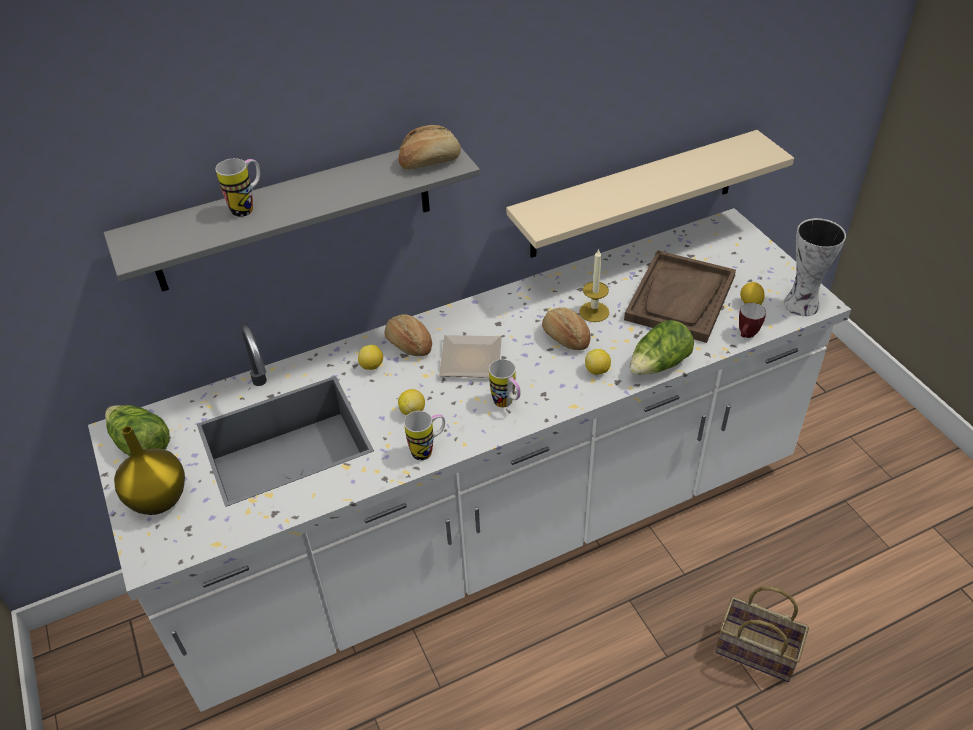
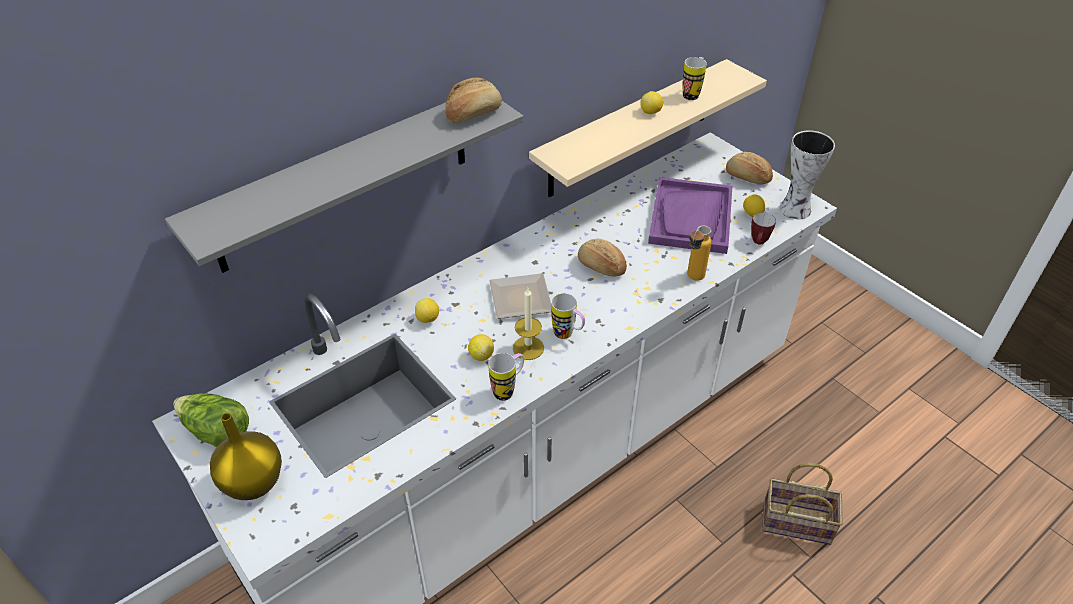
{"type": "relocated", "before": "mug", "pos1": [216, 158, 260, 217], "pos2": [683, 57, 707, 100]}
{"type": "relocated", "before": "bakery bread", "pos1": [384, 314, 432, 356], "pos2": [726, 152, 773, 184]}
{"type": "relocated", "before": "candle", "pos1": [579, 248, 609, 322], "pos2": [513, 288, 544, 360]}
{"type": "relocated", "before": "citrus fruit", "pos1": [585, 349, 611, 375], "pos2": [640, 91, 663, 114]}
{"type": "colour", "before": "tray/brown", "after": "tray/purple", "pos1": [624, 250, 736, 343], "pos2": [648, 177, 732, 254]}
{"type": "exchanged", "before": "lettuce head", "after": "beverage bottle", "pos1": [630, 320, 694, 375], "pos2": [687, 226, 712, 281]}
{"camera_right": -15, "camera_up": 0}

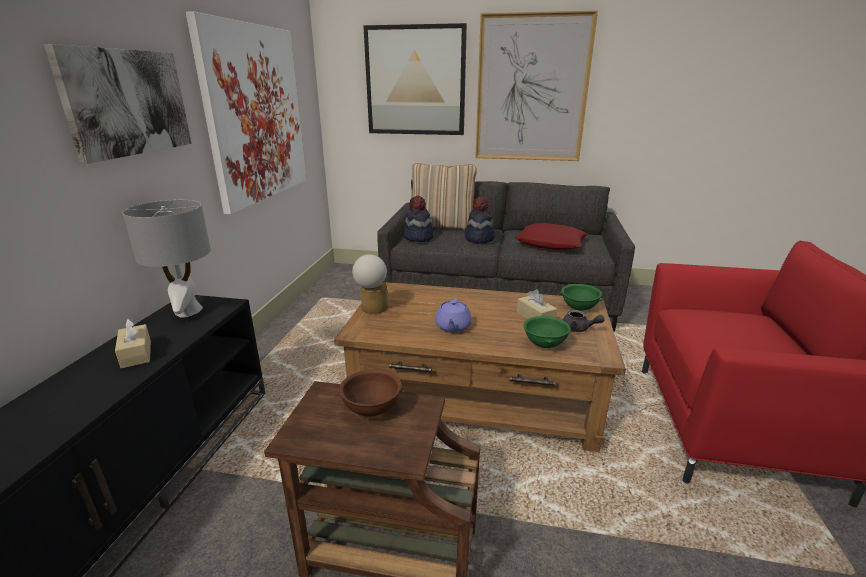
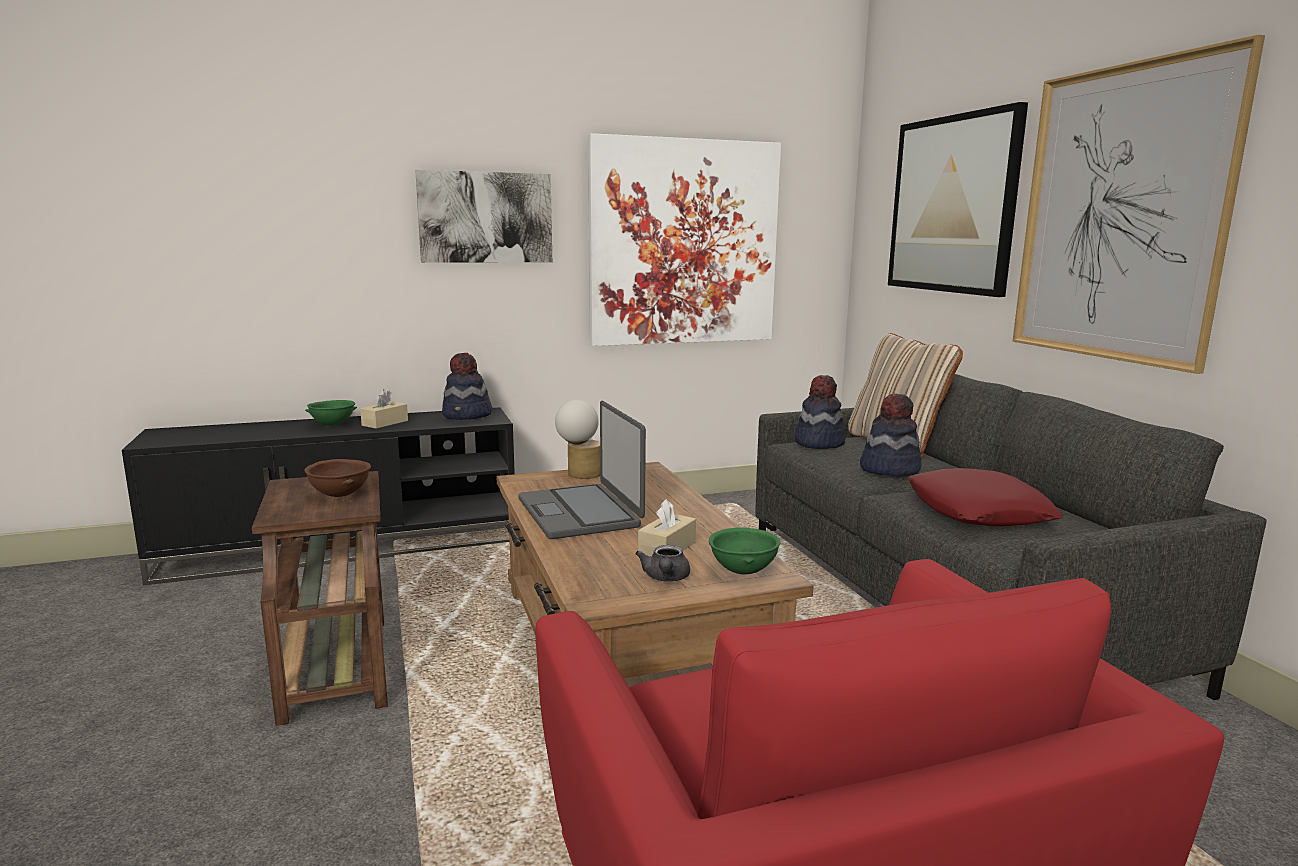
{"type": "exchanged", "before": "table lamp/grey", "after": "wearable hat", "pos1": [122, 199, 211, 318], "pos2": [442, 353, 492, 420]}
{"type": "exchanged", "before": "tea pot/purple", "after": "laptop", "pos1": [435, 298, 472, 333], "pos2": [518, 401, 646, 539]}
{"type": "relocated", "before": "serving bowl/green", "pos1": [524, 316, 571, 348], "pos2": [305, 400, 357, 426]}
{"camera_right": 60, "camera_up": -10}

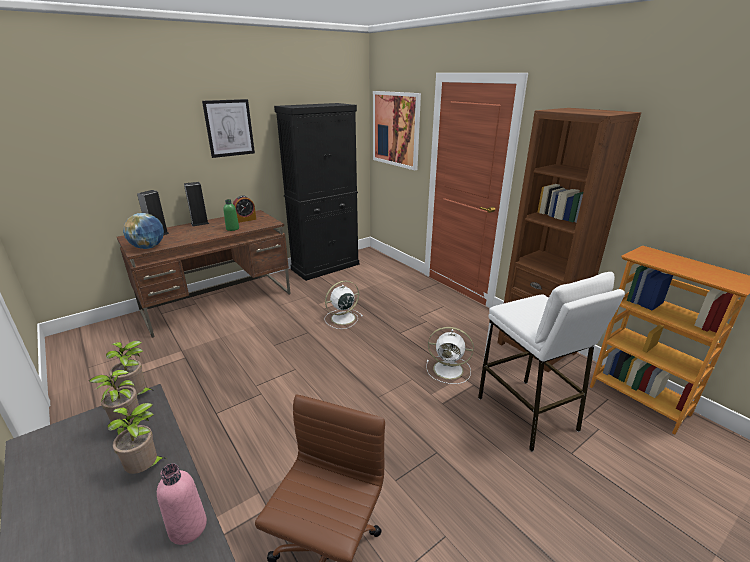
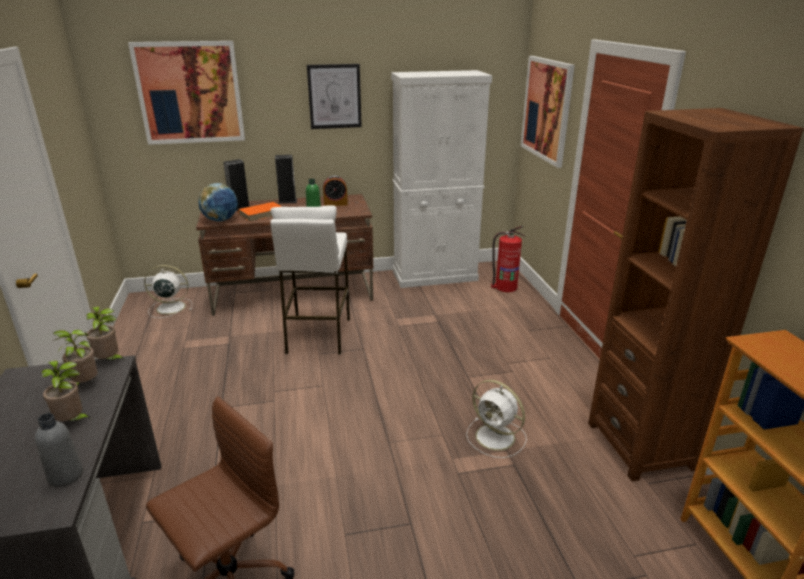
{"type": "colour", "before": "beverage bottle/pinkish", "after": "beverage bottle/grey", "pos1": [157, 463, 207, 545], "pos2": [35, 413, 83, 487]}
{"type": "colour", "before": "cupboard/black", "after": "cupboard/whitish", "pos1": [274, 103, 359, 281], "pos2": [391, 70, 492, 288]}
{"type": "relocated", "before": "fan/whitish", "pos1": [325, 281, 363, 329], "pos2": [144, 265, 192, 318]}
{"type": "relocated", "before": "stool/whitish", "pos1": [478, 272, 625, 452], "pos2": [270, 205, 350, 355]}
{"type": "appeared", "after": "picture", "pos2": [128, 41, 245, 145]}
{"type": "appeared", "after": "bound book/orangey", "pos2": [238, 202, 282, 221]}
{"type": "appeared", "after": "fire-fighting cylinder", "pos2": [491, 226, 525, 292]}
{"camera_right": 25, "camera_up": 0}

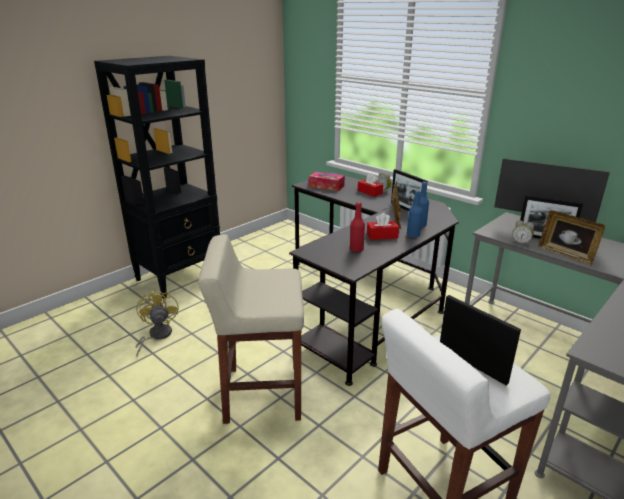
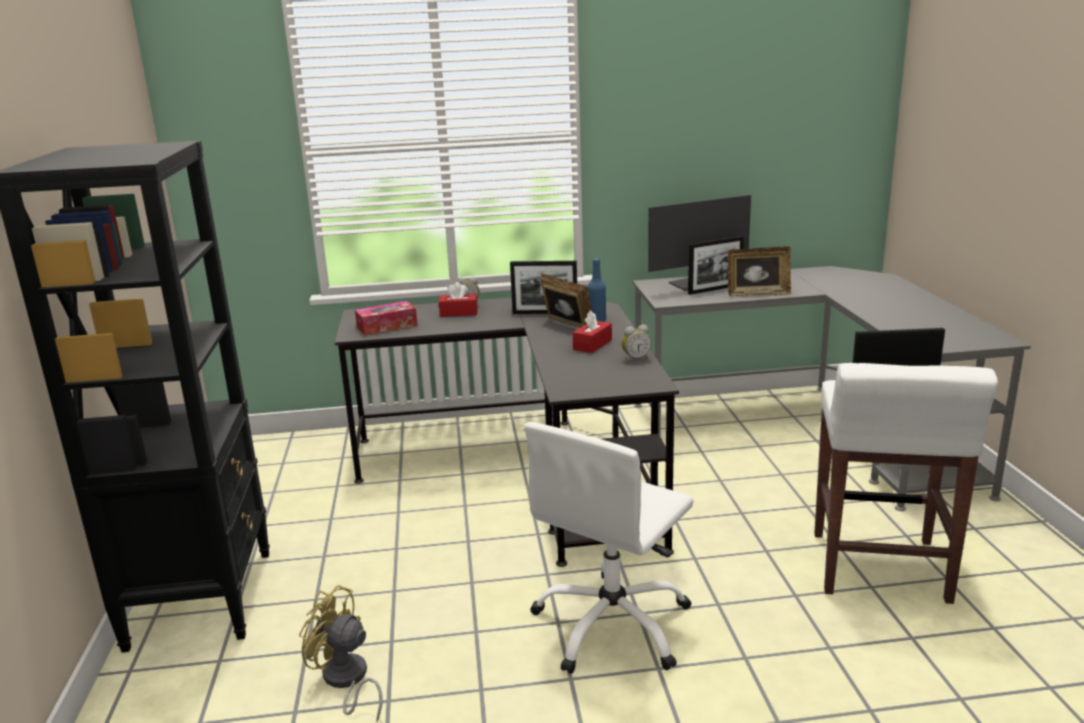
{"type": "exchanged", "before": "stool/sand-coloured", "after": "desk chair/whitish", "pos1": [198, 234, 304, 424], "pos2": [525, 422, 694, 674]}
{"type": "missing", "before": "beverage bottle/reddish", "pos1": [350, 202, 365, 252]}
{"type": "missing", "before": "beverage bottle/blue", "pos1": [407, 190, 422, 238]}
{"type": "relocated", "before": "table clock", "pos1": [512, 220, 534, 246], "pos2": [622, 325, 651, 362]}
{"camera_right": -50, "camera_up": -5}

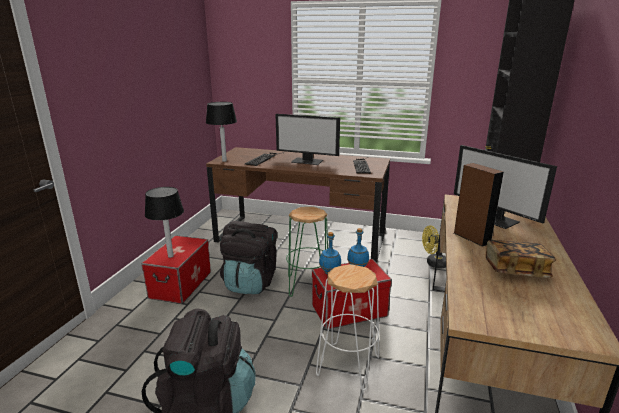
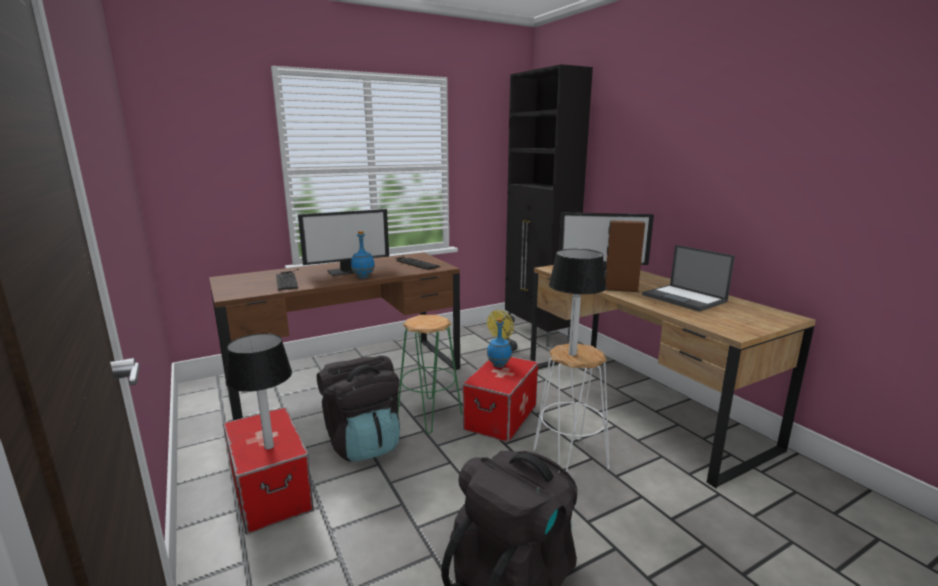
{"type": "relocated", "before": "table lamp", "pos1": [206, 102, 237, 162], "pos2": [549, 249, 606, 356]}
{"type": "relocated", "before": "beverage bottle/blue", "pos1": [319, 232, 341, 274], "pos2": [351, 231, 375, 278]}
{"type": "exchanged", "before": "bound book", "after": "laptop", "pos1": [486, 240, 556, 278], "pos2": [642, 245, 735, 312]}
{"camera_right": -45, "camera_up": -5}

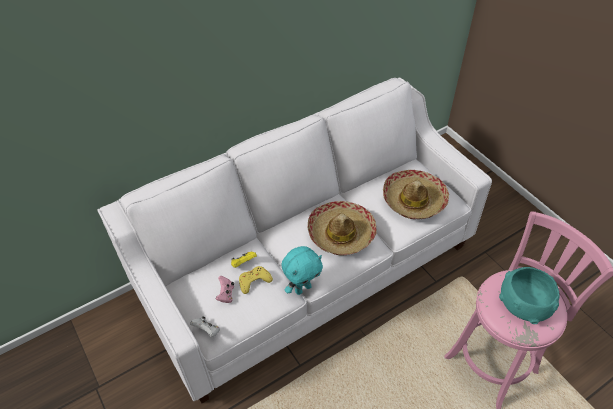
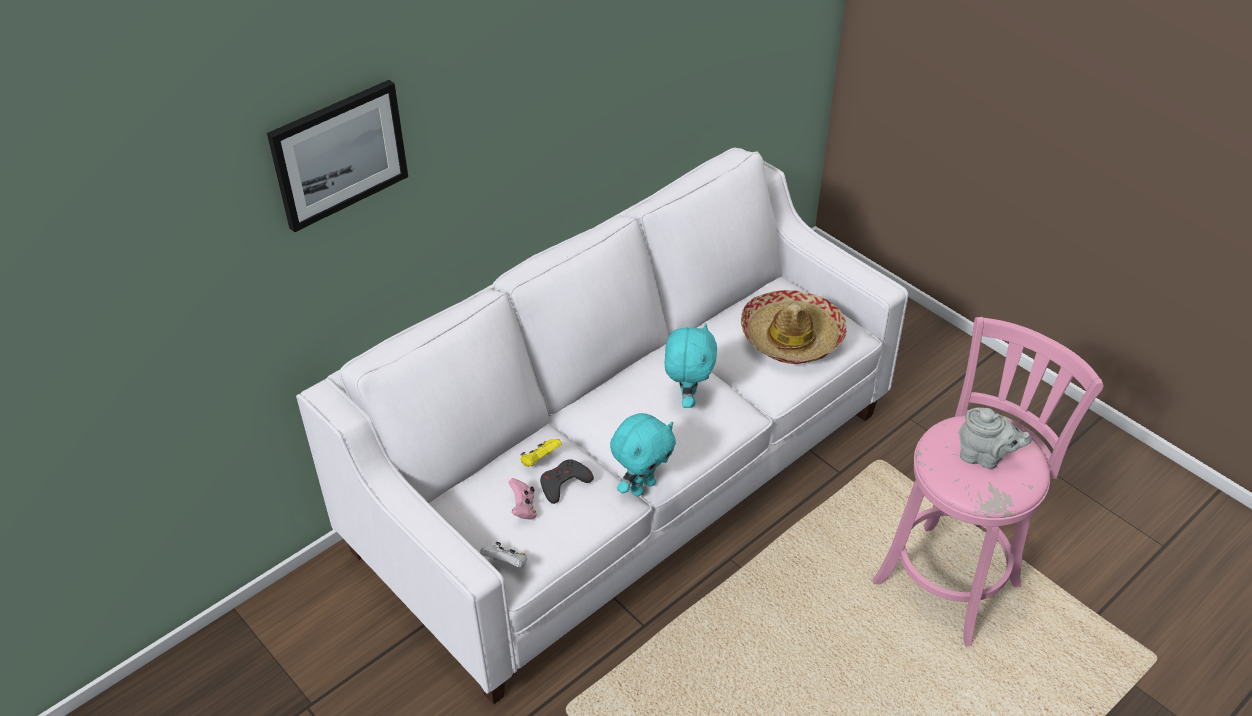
{"type": "colour", "before": "joypad/yellow-coloured", "after": "joypad/grey", "pos1": [239, 266, 273, 294], "pos2": [540, 459, 594, 504]}
{"type": "exchanged", "before": "wearable hat", "after": "cuddly toy/blue-green", "pos1": [308, 201, 377, 256], "pos2": [664, 323, 717, 408]}
{"type": "exchanged", "before": "serving bowl/blue-green", "after": "tea pot/grey", "pos1": [499, 267, 560, 324], "pos2": [959, 407, 1032, 469]}
{"type": "appeared", "after": "picture", "pos2": [267, 80, 408, 233]}
{"camera_right": -10, "camera_up": -5}

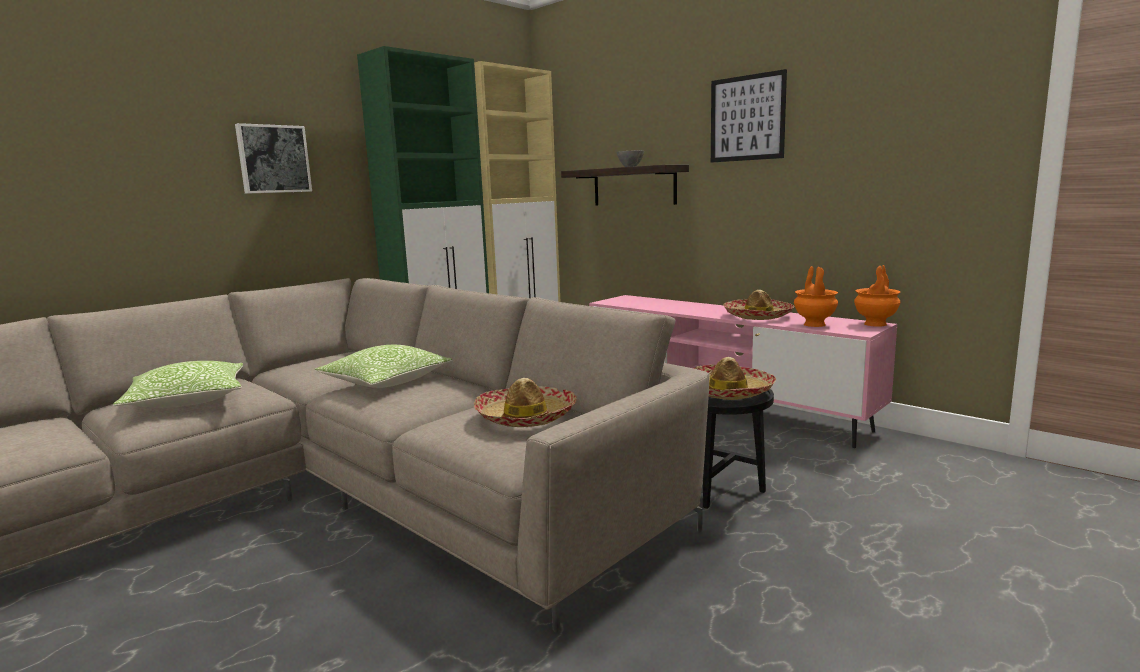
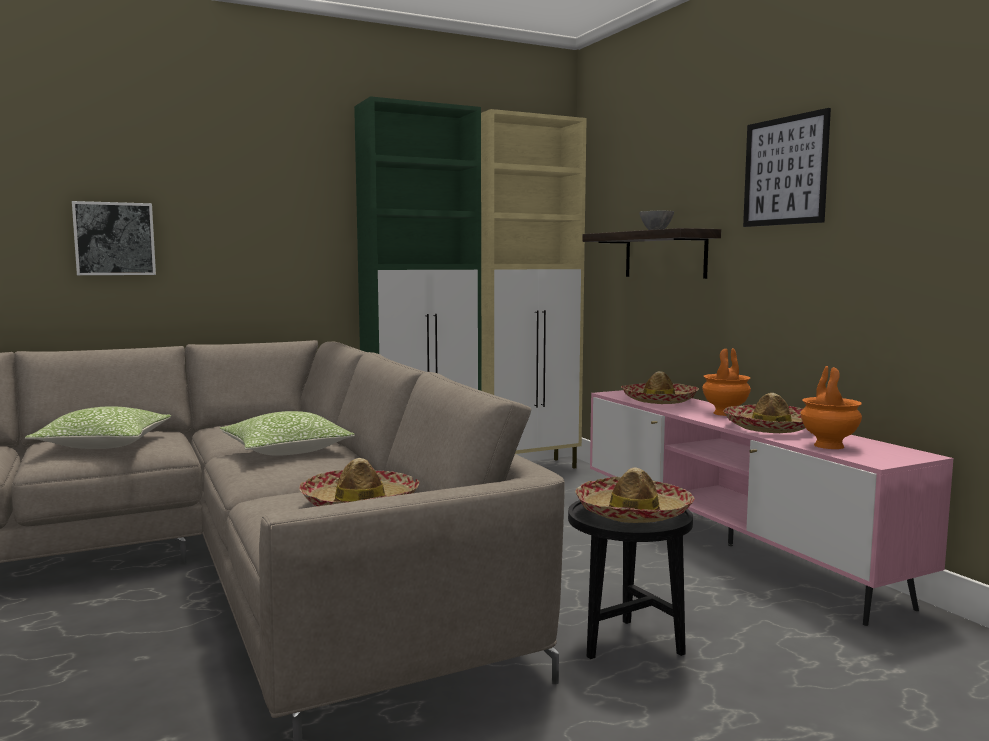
{"type": "relocated", "before": "picture", "pos1": [235, 123, 312, 194], "pos2": [72, 201, 156, 275]}
{"type": "relocated", "before": "flower vase/orangey", "pos1": [854, 265, 900, 327], "pos2": [702, 348, 751, 416]}
{"type": "appeared", "after": "wearable hat", "pos2": [621, 371, 699, 404]}
{"camera_right": 20, "camera_up": -5}

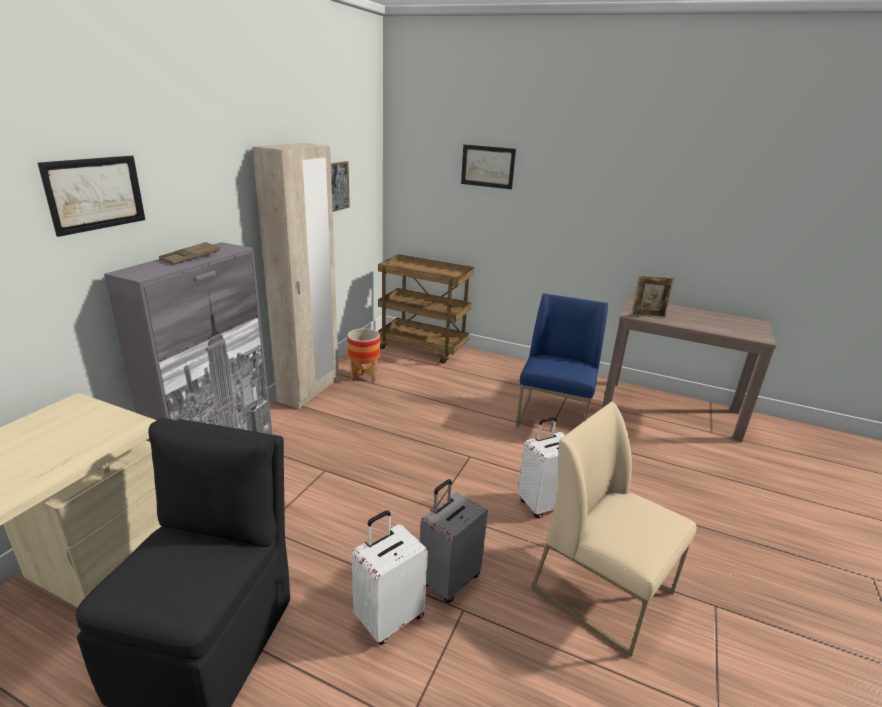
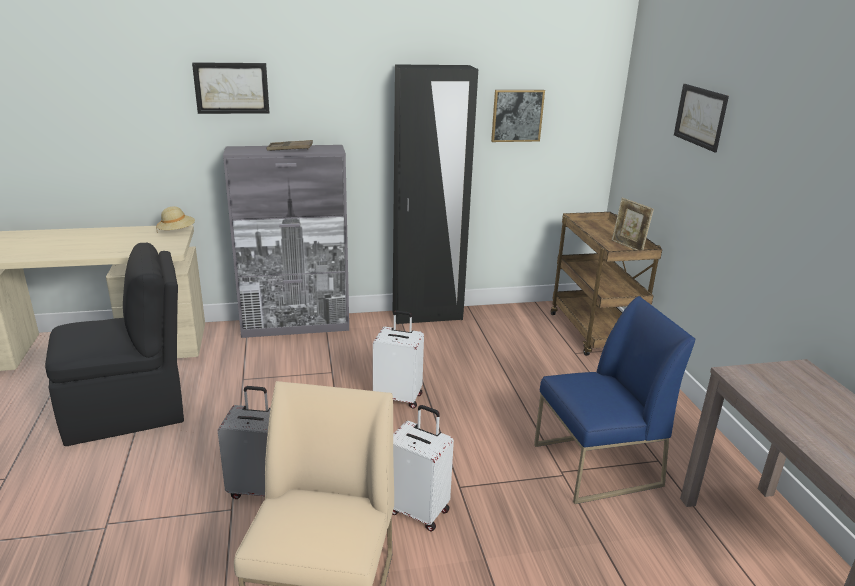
{"type": "colour", "before": "wardrobe/sand-coloured", "after": "wardrobe/black", "pos1": [252, 143, 339, 409], "pos2": [393, 64, 478, 324]}
{"type": "missing", "before": "flower pot", "pos1": [347, 328, 380, 382]}
{"type": "relocated", "before": "travel case/whitish", "pos1": [352, 510, 428, 645], "pos2": [373, 311, 424, 409]}
{"type": "relocated", "before": "photo frame", "pos1": [631, 275, 674, 318], "pos2": [612, 198, 654, 250]}
{"type": "appeared", "after": "wearable hat/sand-coloured", "pos2": [156, 206, 195, 230]}
{"camera_right": 55, "camera_up": 0}

